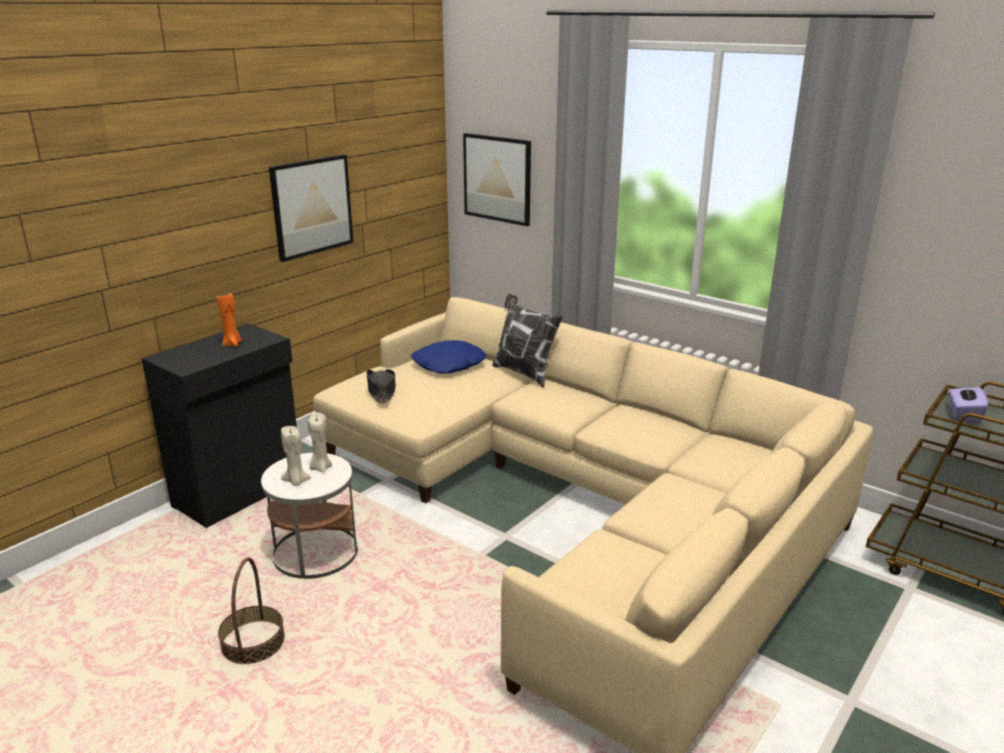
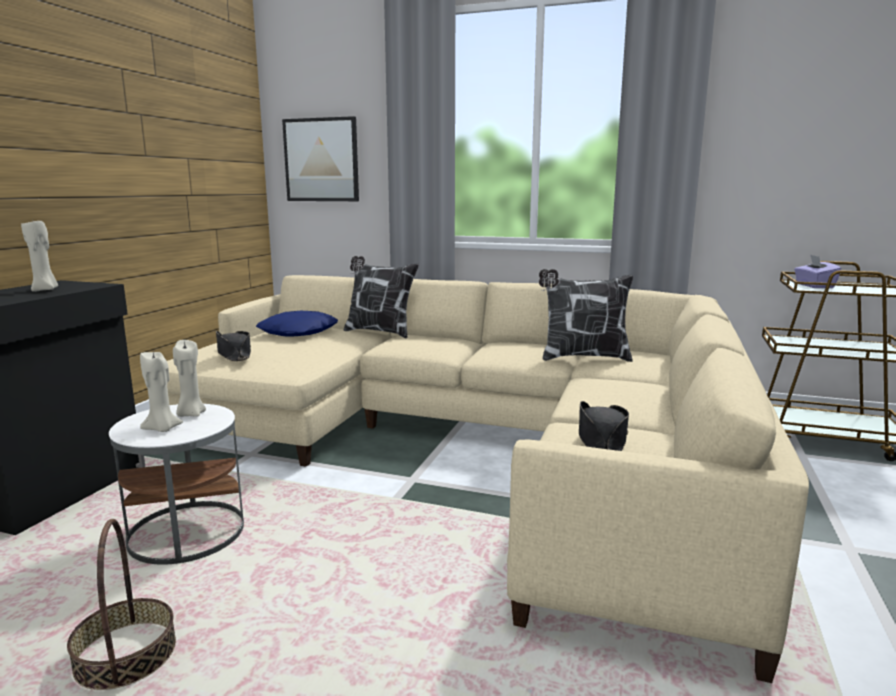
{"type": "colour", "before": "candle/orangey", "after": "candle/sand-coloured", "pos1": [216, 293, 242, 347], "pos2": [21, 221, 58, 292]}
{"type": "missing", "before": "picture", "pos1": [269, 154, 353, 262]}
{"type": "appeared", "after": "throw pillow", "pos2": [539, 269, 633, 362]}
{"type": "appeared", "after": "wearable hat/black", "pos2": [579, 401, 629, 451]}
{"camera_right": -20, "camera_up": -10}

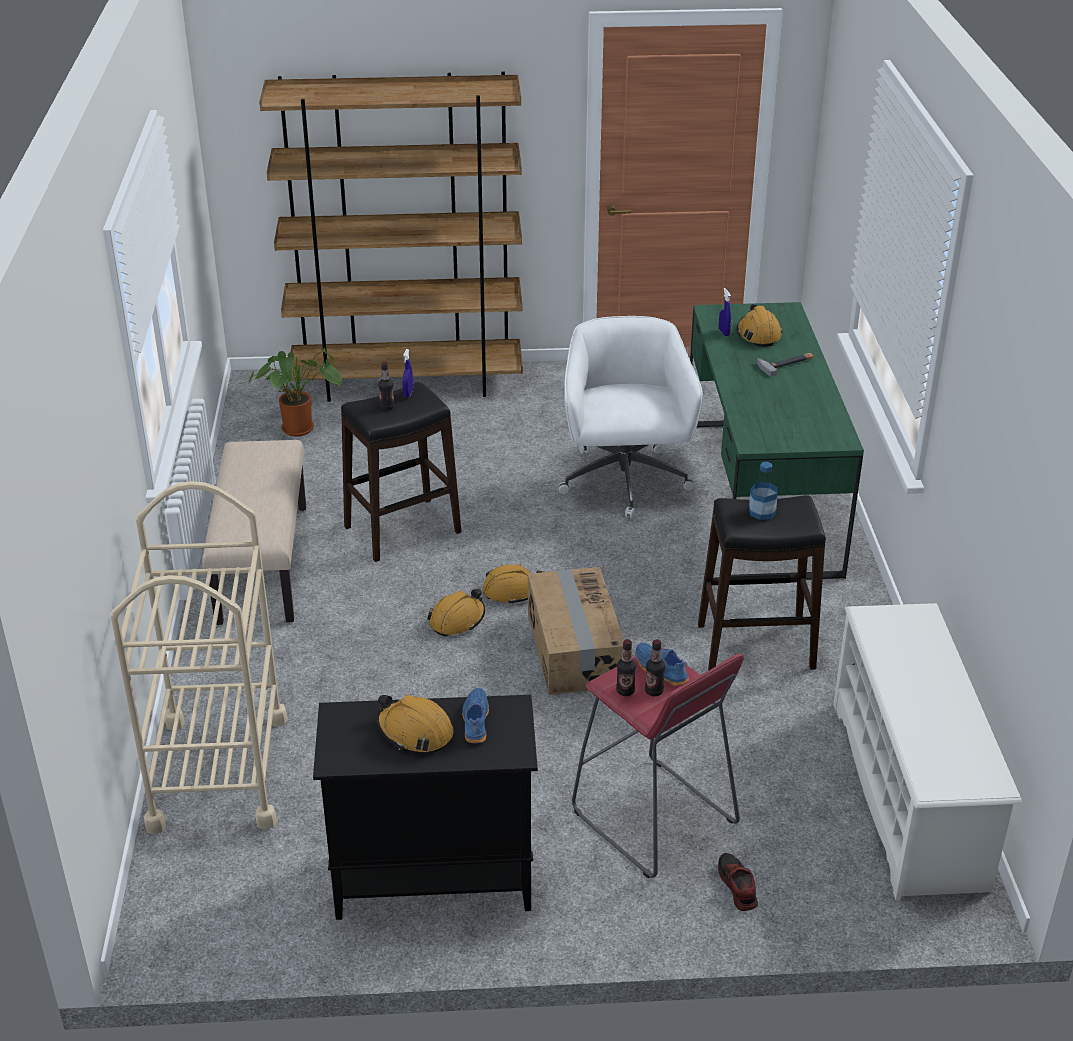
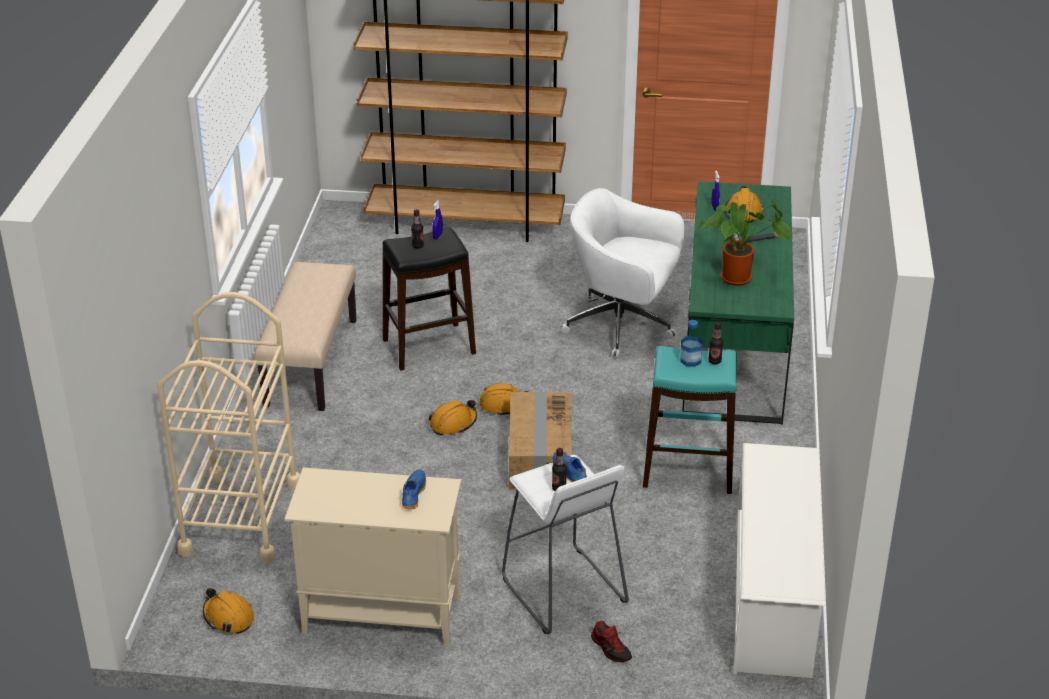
{"type": "relocated", "before": "houseplant", "pos1": [248, 345, 342, 436], "pos2": [696, 199, 791, 286]}
{"type": "colour", "before": "cupboard/black", "after": "cupboard/sand-coloured", "pos1": [313, 695, 538, 920], "pos2": [284, 468, 461, 646]}
{"type": "relocated", "before": "safety helmet/orangey", "pos1": [377, 695, 453, 752], "pos2": [203, 588, 254, 634]}
{"type": "spun", "before": "desk chair/whitish", "pos1": [559, 316, 703, 519], "pos2": [561, 188, 685, 358], "turn": -75}
{"type": "colour", "before": "stool/reddish", "after": "stool/whitish", "pos1": [572, 647, 744, 878], "pos2": [502, 455, 629, 634]}
{"type": "relocated", "before": "beverage bottle", "pos1": [616, 639, 636, 696], "pos2": [708, 322, 723, 364]}
{"type": "colour", "before": "stool/black", "after": "stool/blue-green", "pos1": [698, 495, 826, 671], "pos2": [643, 346, 737, 494]}
{"type": "spun", "before": "item of footwear", "pos1": [718, 853, 758, 911], "pos2": [591, 621, 632, 662], "turn": 150}
{"camera_right": 10, "camera_up": 0}

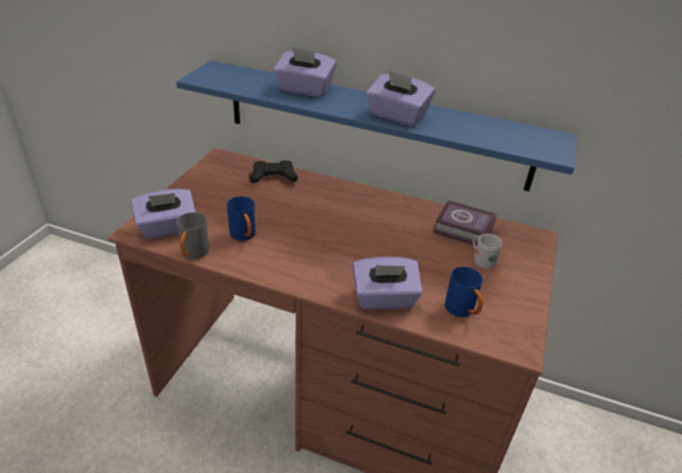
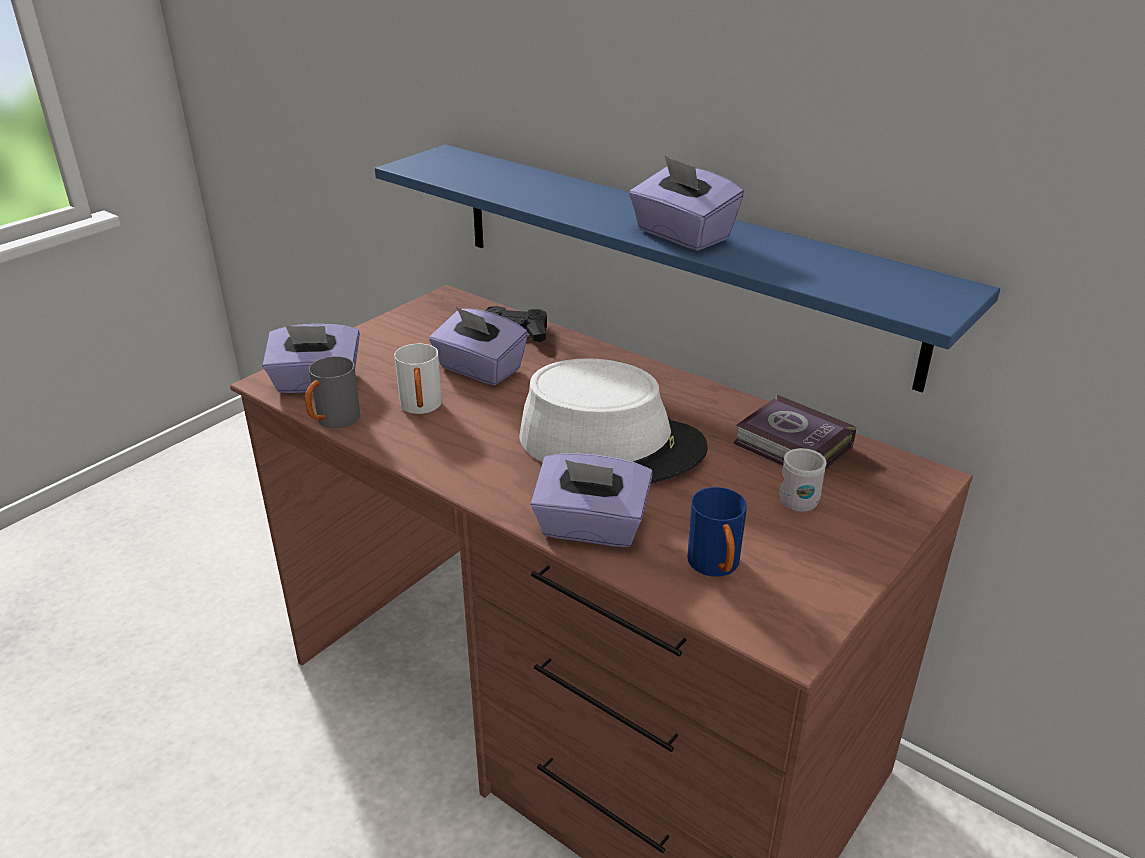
{"type": "colour", "before": "mug/blue", "after": "mug/whitish", "pos1": [227, 196, 256, 241], "pos2": [394, 344, 442, 414]}
{"type": "relocated", "before": "tissue holder/purple", "pos1": [273, 47, 337, 97], "pos2": [429, 307, 528, 385]}
{"type": "appeared", "after": "wearable hat/whitish", "pos2": [519, 358, 708, 483]}
{"camera_right": 20, "camera_up": -5}

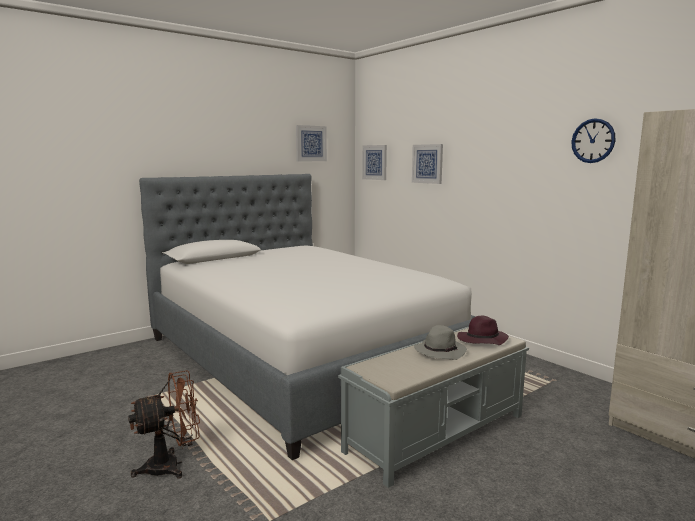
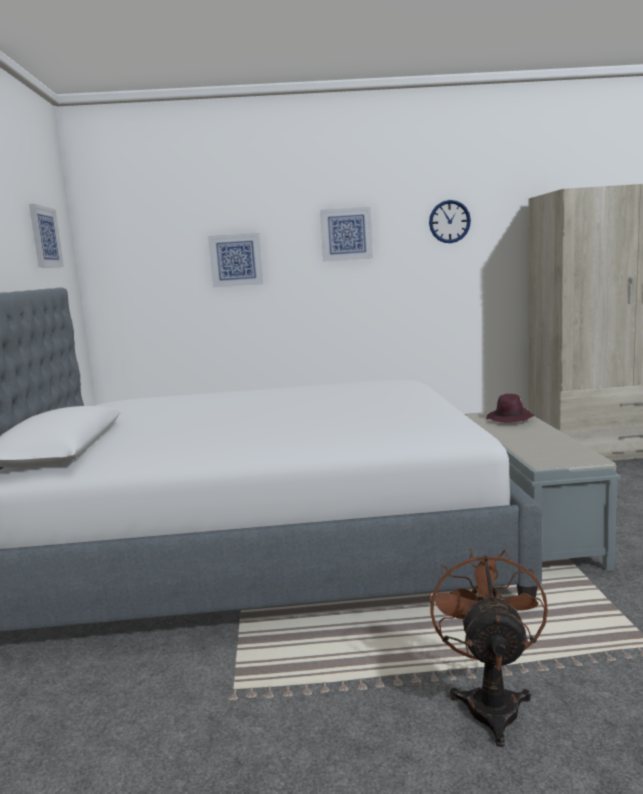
{"type": "relocated", "before": "picture", "pos1": [362, 145, 387, 180], "pos2": [320, 207, 373, 262]}
{"type": "missing", "before": "wearable hat/grey", "pos1": [414, 325, 467, 360]}
{"camera_right": -55, "camera_up": 0}

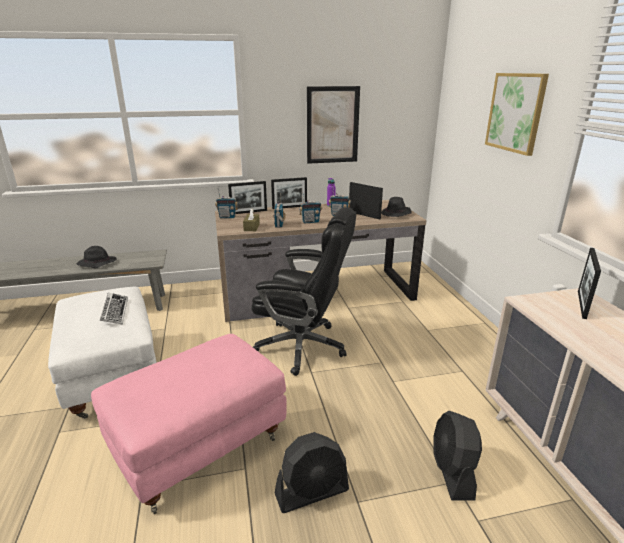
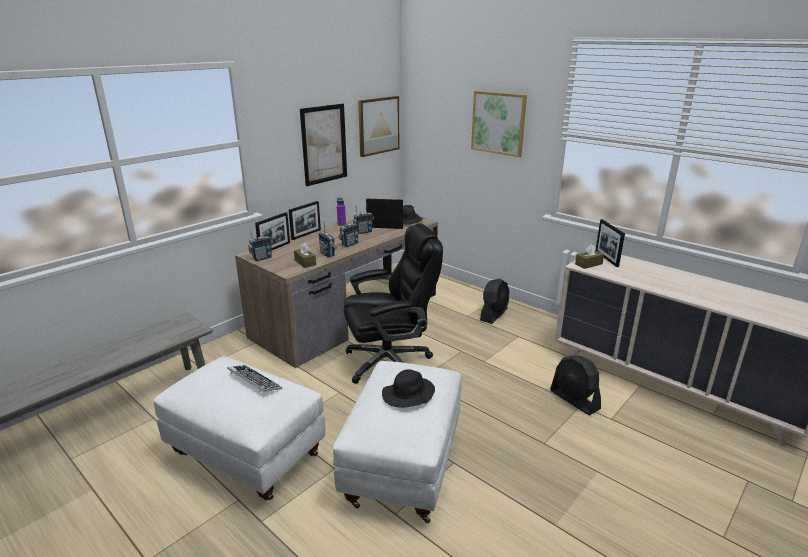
{"type": "relocated", "before": "wearable hat/black", "pos1": [77, 246, 117, 268], "pos2": [382, 369, 435, 408]}
{"type": "colour", "before": "footrest/pinkish", "after": "footrest/whitish", "pos1": [91, 334, 287, 514], "pos2": [333, 361, 462, 523]}
{"type": "relocated", "before": "fan/black", "pos1": [275, 432, 349, 513], "pos2": [480, 279, 509, 324]}
{"type": "appeared", "after": "picture", "pos2": [358, 96, 399, 157]}
{"type": "appeared", "after": "tissue holder/brown", "pos2": [575, 244, 604, 269]}
{"camera_right": -35, "camera_up": 0}

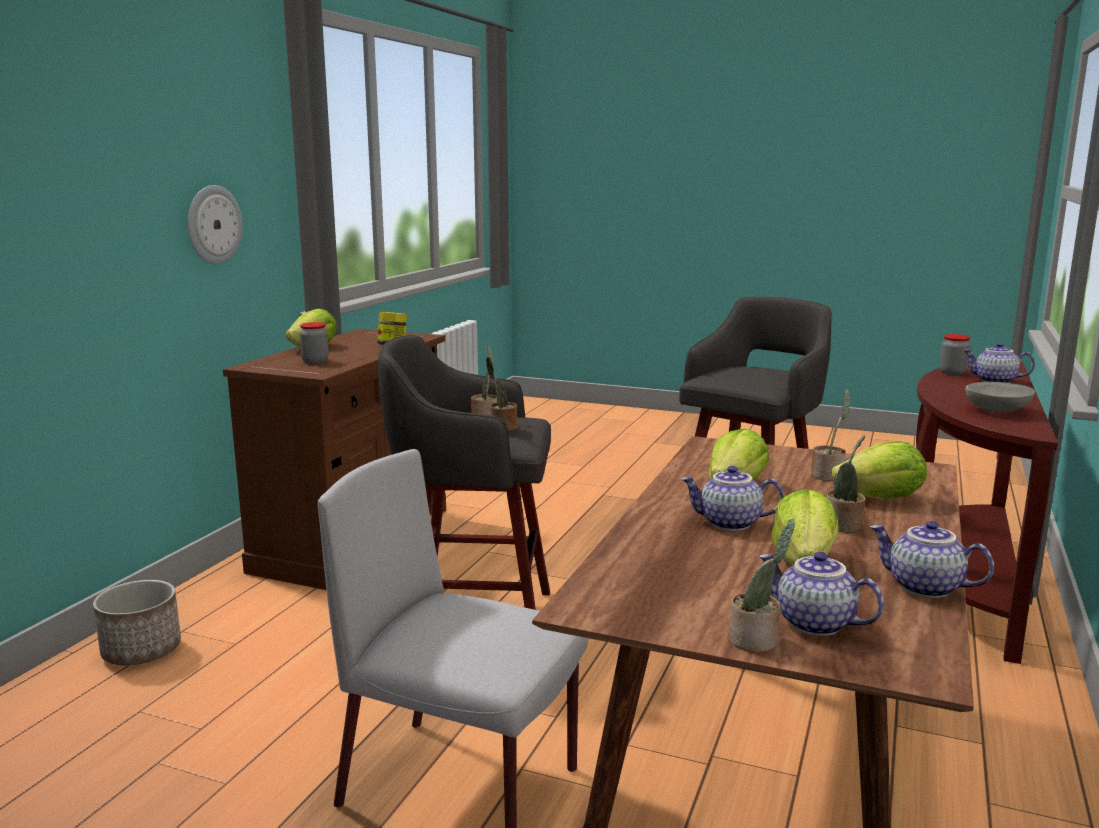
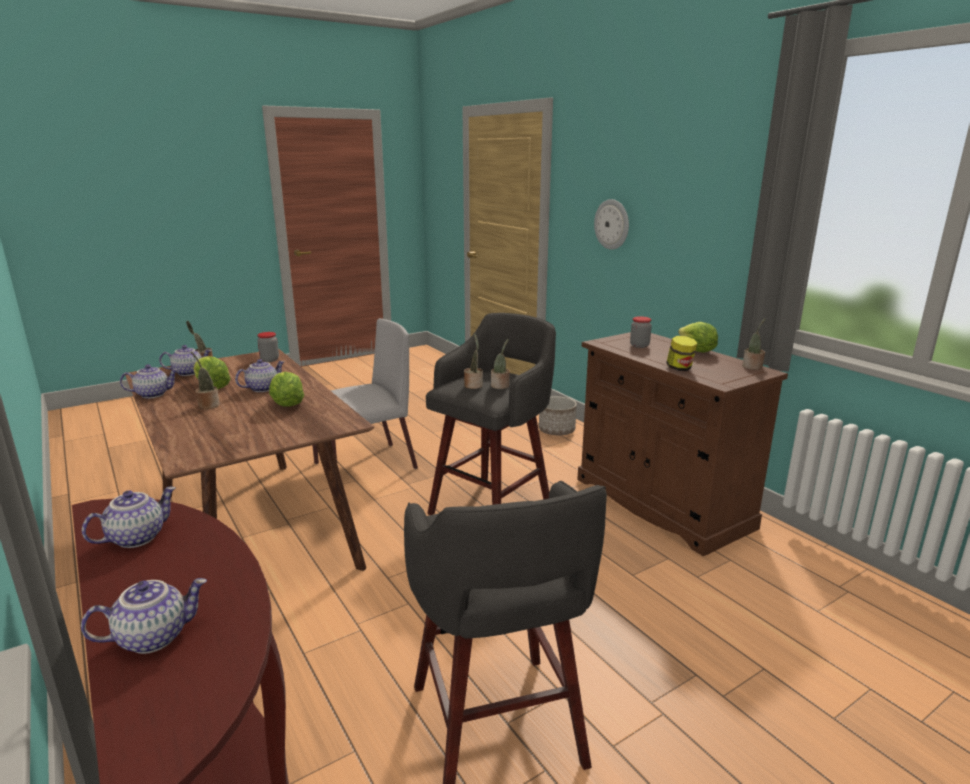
{"type": "relocated", "before": "clock on the wall", "pos1": [187, 185, 243, 264], "pos2": [594, 199, 629, 250]}
{"type": "relocated", "before": "houseplant", "pos1": [811, 389, 851, 481], "pos2": [742, 318, 766, 370]}
{"type": "missing", "before": "lettuce head", "pos1": [832, 441, 927, 499]}
{"type": "relocated", "before": "jar", "pos1": [940, 334, 970, 375], "pos2": [257, 332, 279, 362]}
{"type": "exchanged", "before": "serving bowl/grey", "after": "tea pot", "pos1": [965, 382, 1035, 412], "pos2": [82, 487, 176, 548]}
{"camera_right": 125, "camera_up": 5}

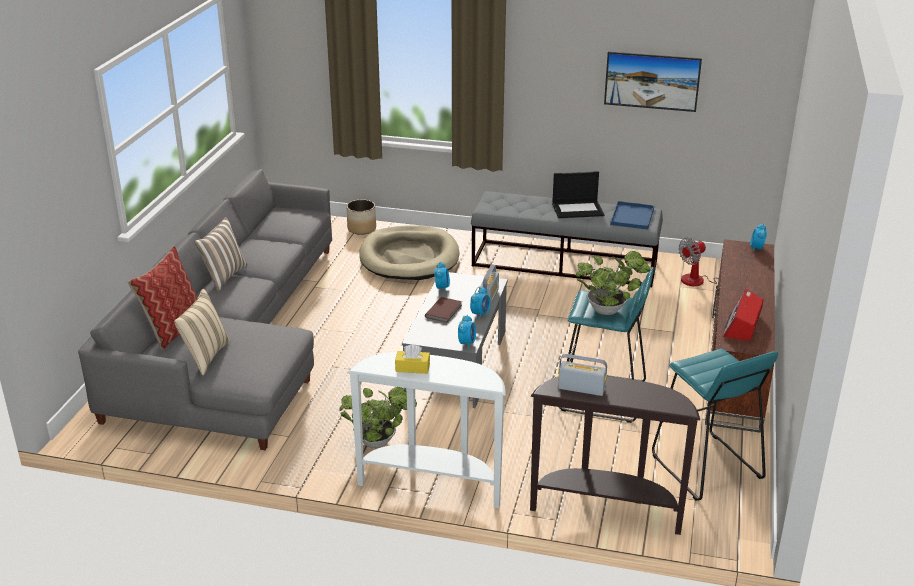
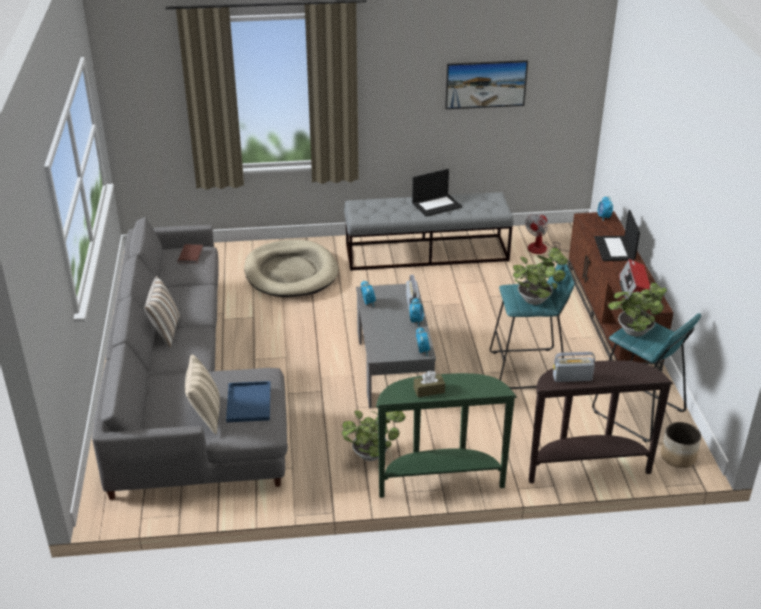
{"type": "missing", "before": "throw pillow", "pos1": [128, 246, 198, 351]}
{"type": "relocated", "before": "flower pot", "pos1": [347, 200, 376, 235], "pos2": [661, 422, 701, 468]}
{"type": "colour", "before": "hall table/whitish", "after": "hall table/green", "pos1": [347, 352, 506, 508], "pos2": [376, 373, 517, 498]}
{"type": "colour", "before": "tissue holder/yellow-coloured", "after": "tissue holder/brown", "pos1": [395, 344, 430, 374], "pos2": [414, 371, 445, 397]}
{"type": "relocated", "before": "bound book/brown", "pos1": [425, 297, 462, 323], "pos2": [177, 244, 203, 264]}
{"type": "relocated", "before": "tray/blue", "pos1": [610, 201, 654, 230], "pos2": [226, 381, 271, 422]}
{"type": "appeared", "after": "laptop", "pos2": [594, 210, 640, 261]}
{"type": "appeared", "after": "houseplant", "pos2": [608, 282, 667, 337]}
{"camera_right": -20, "camera_up": 5}

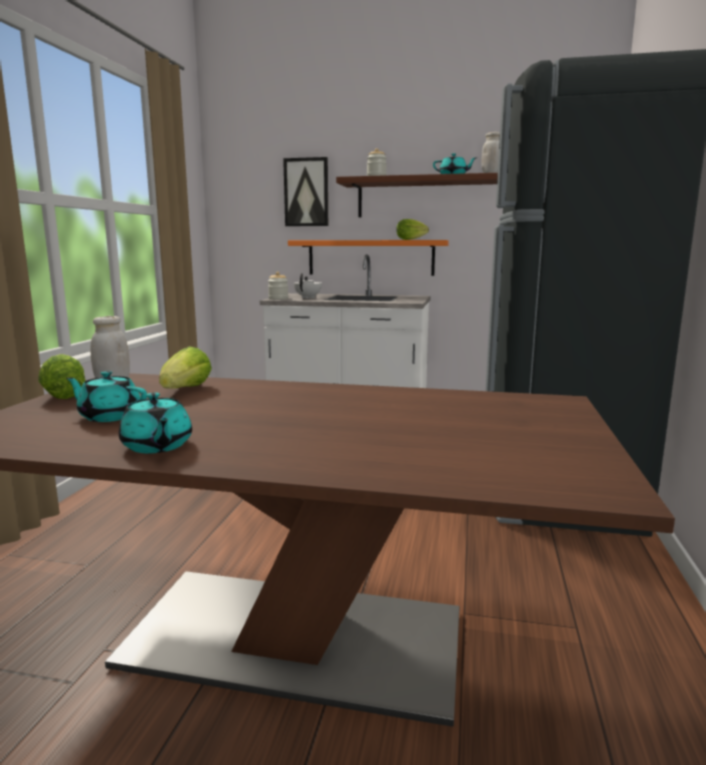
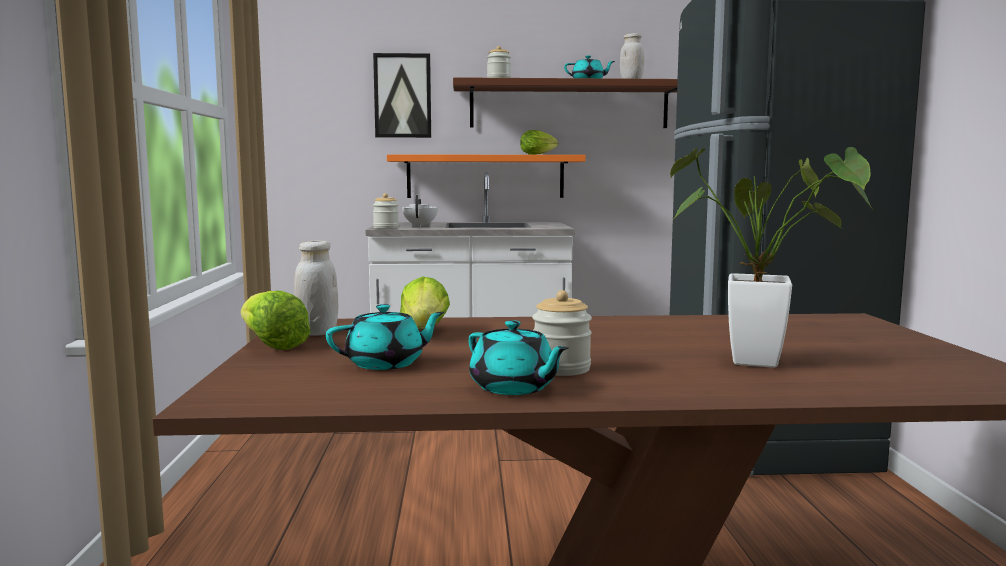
{"type": "spun", "before": "tea pot/blue-green", "pos1": [66, 371, 147, 422], "pos2": [326, 304, 445, 370], "turn": 150}
{"type": "appeared", "after": "jar", "pos2": [532, 290, 592, 376]}
{"type": "appeared", "after": "houseplant", "pos2": [670, 147, 873, 368]}
{"camera_right": -15, "camera_up": -5}

